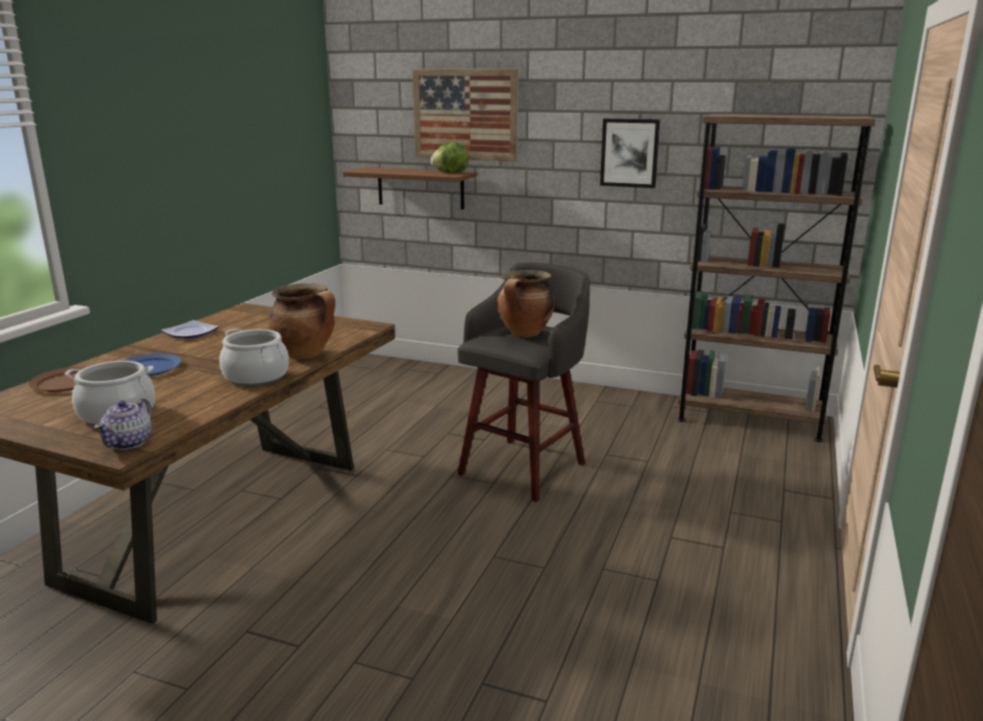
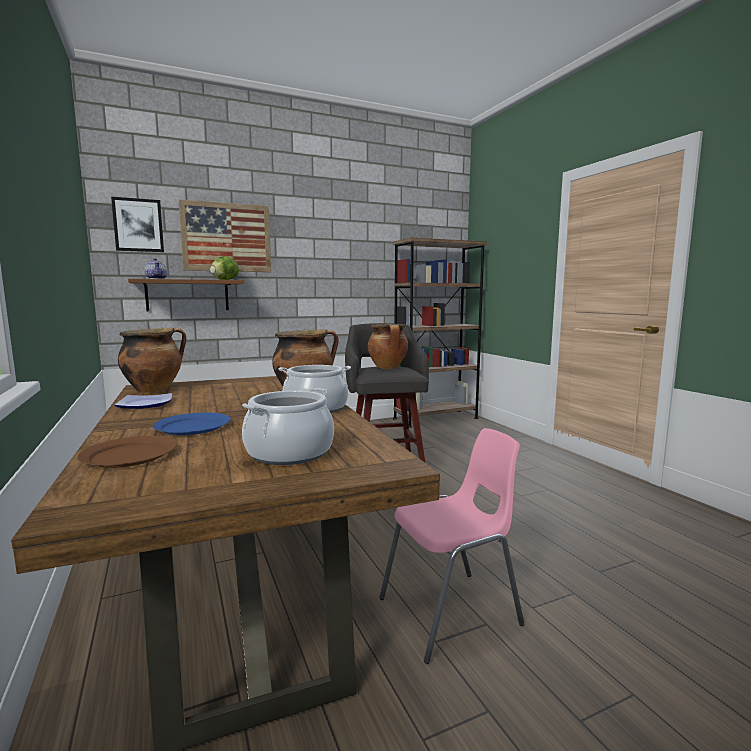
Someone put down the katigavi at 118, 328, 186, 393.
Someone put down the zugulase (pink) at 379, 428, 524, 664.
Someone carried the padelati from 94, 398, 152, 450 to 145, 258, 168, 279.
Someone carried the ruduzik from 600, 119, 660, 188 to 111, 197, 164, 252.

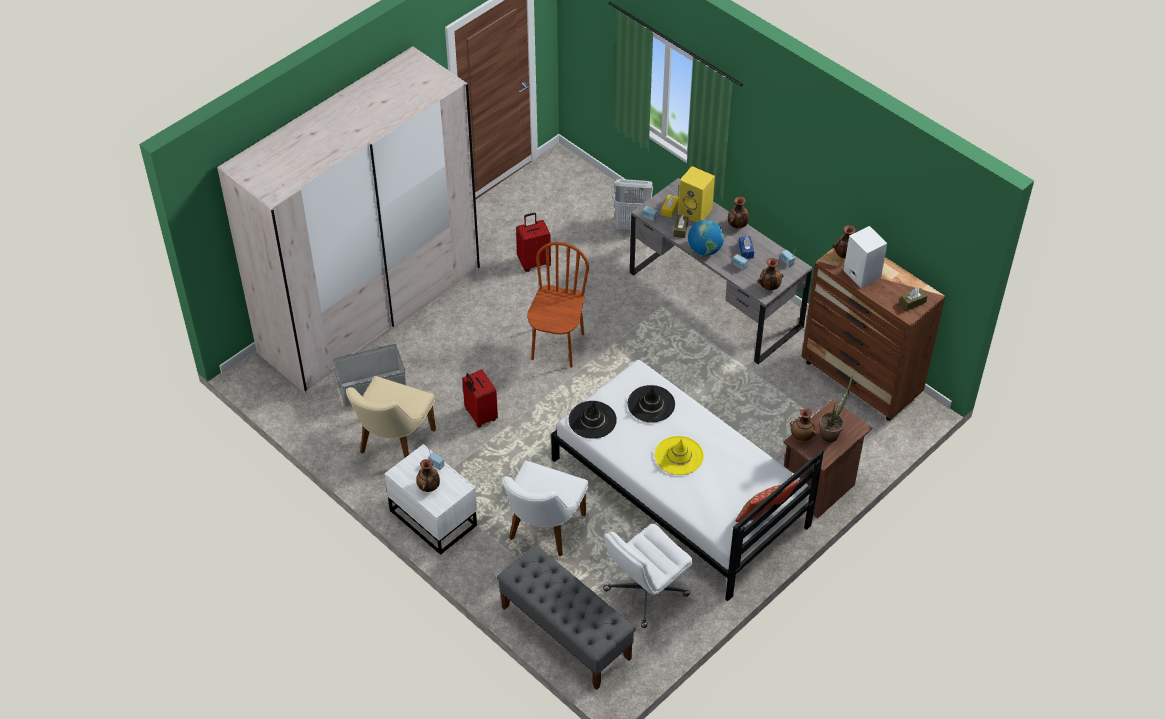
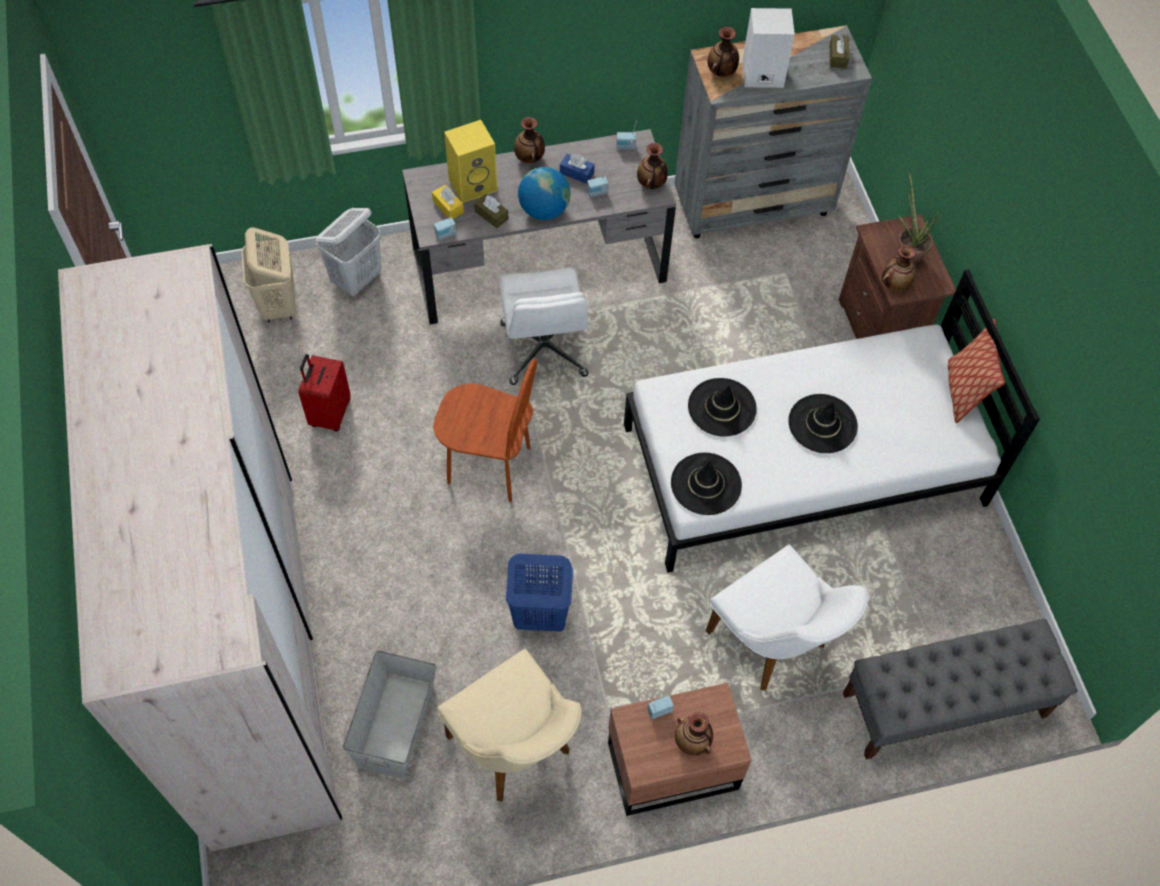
Someone put down the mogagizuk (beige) at 242, 228, 296, 323.
Someone carried the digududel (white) from 603, 524, 693, 628 to 500, 267, 589, 385.
Someone swapped the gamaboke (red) at 462, 370, 498, 427 for the mogagizuk (blue) at 506, 553, 573, 631.
Someone repainted the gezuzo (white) at 385, 444, 477, 555, which became the gezuzo (brown) at 608, 683, 752, 816.
Someone repainted the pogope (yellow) at 655, 436, 704, 475, which became the pogope (black) at 788, 394, 858, 453.
Someone repainted the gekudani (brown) at 801, 248, 945, 421, which became the gekudani (grey) at 674, 25, 872, 238.
Someone rotated the zugulase (brown) at 527, 242, 589, 367 by 150 degrees clockwise.

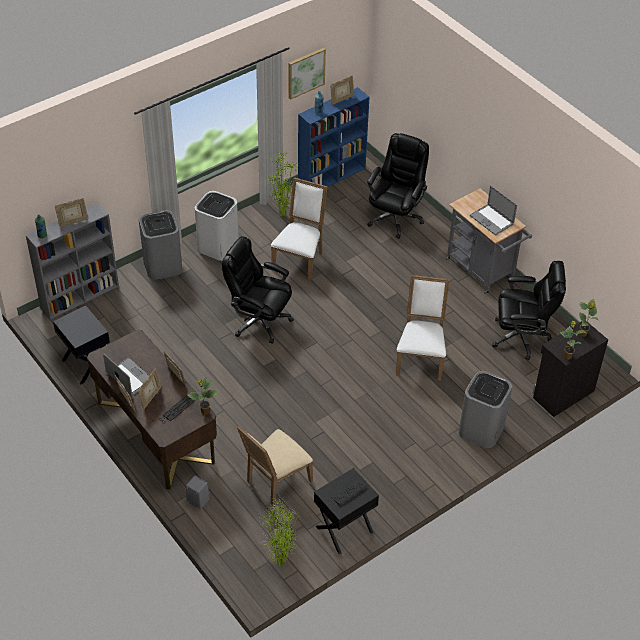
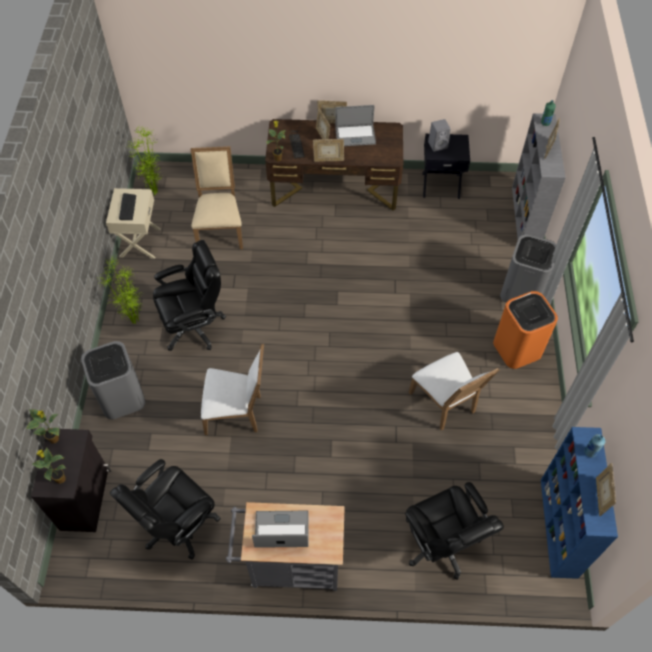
Someone took away the ruduzik at 289, 48, 326, 100.
Someone carried the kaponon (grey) from 186, 476, 210, 509 to 428, 119, 450, 152.
Someone carried the digududel (black) from 222, 236, 294, 344 to 153, 240, 226, 351.
Someone carried the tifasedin from 267, 150, 297, 216 to 98, 256, 144, 324.
Someone repainted the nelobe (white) at 195, 191, 239, 261, which became the nelobe (orange) at 493, 291, 558, 369.
Someone repainted the gezuzo (black) at 314, 468, 379, 554, which became the gezuzo (beige) at 106, 188, 161, 259.
Someone rotated the zugulase (white) at 396, 275, 450, 381 by 45 degrees counterclockwise.

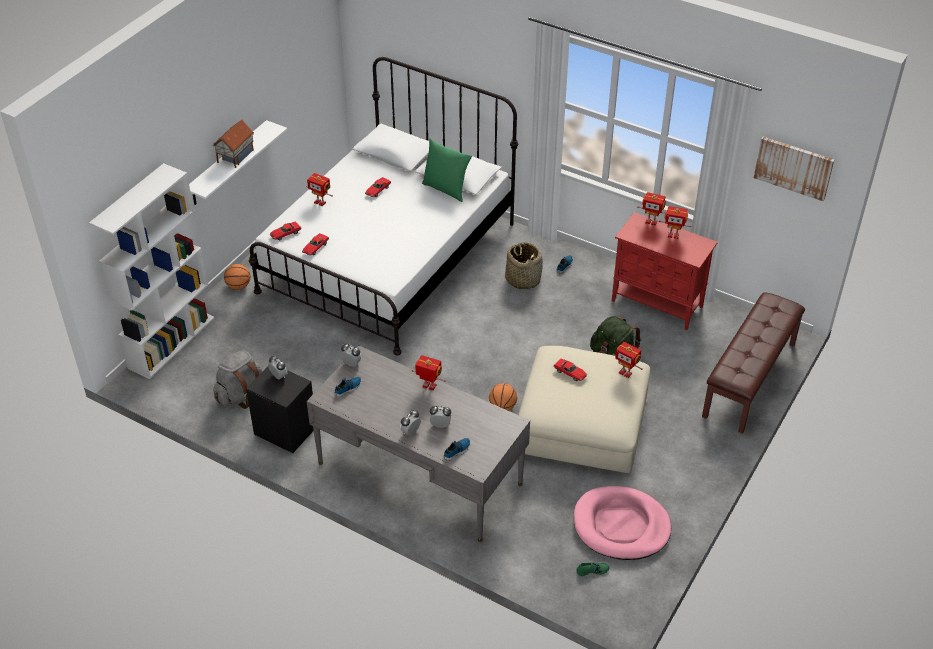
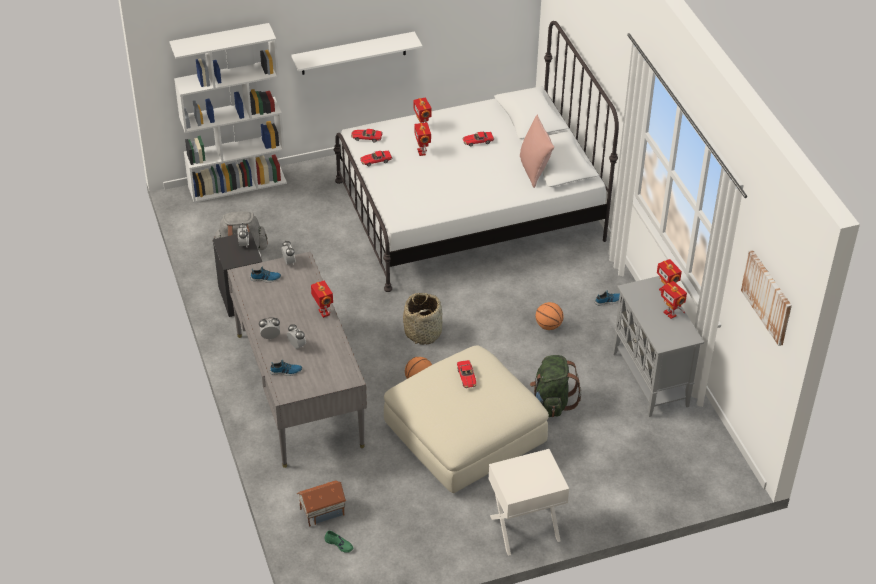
Someone took away the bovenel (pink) at 574, 486, 671, 560.
Someone took away the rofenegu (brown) at 702, 292, 805, 434.
Someone put down the gezuzo (white) at 488, 449, 569, 556.
Someone carried the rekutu from 213, 120, 254, 168 to 297, 480, 346, 527.
Someone carried the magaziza from 224, 264, 250, 290 to 535, 302, 564, 330.
Someone carried the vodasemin from 505, 242, 543, 289 to 403, 293, 442, 345.
Someone carried the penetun from 612, 342, 643, 378 to 414, 122, 431, 156.
Someone repainted the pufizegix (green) at 422, 139, 472, 202, which became the pufizegix (pink) at 520, 114, 554, 188.
Someone repainted the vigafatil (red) at 612, 212, 718, 330, which became the vigafatil (grey) at 613, 276, 704, 417.

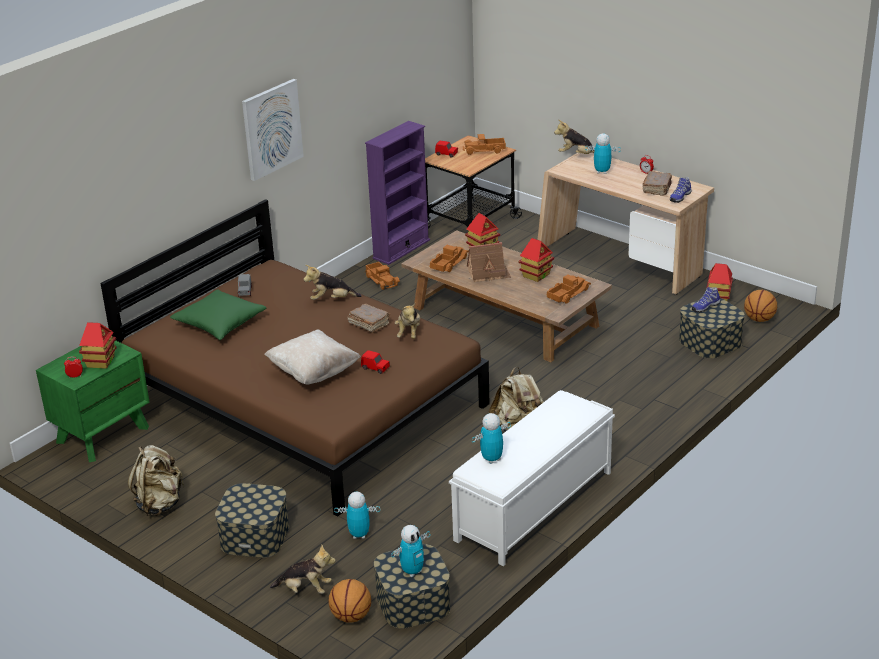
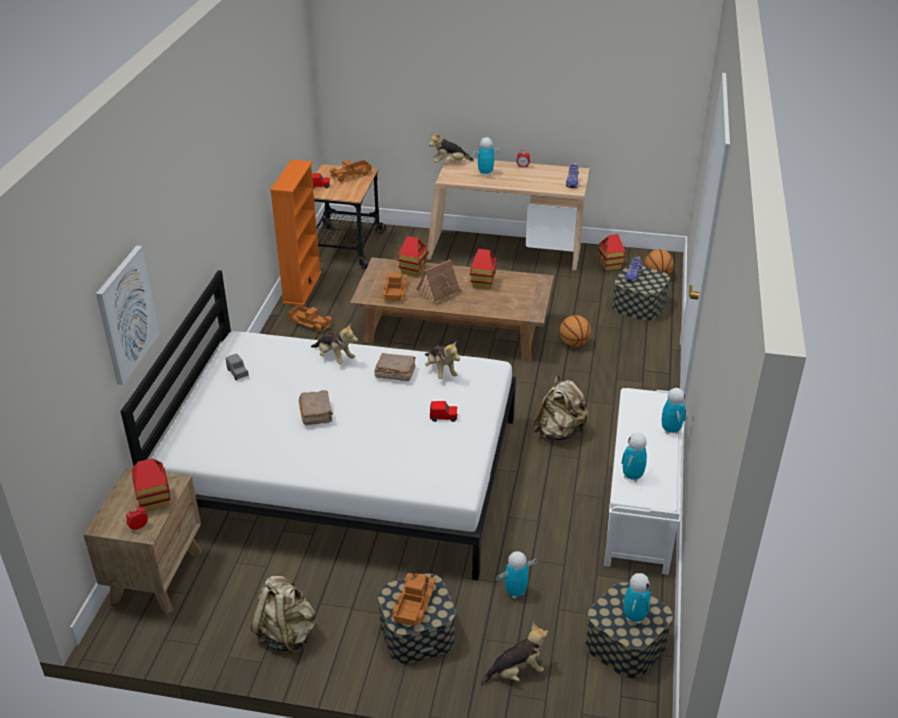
Someone took away the pufizegix (green) at 170, 289, 267, 340.
Someone took away the pufizegix (beige) at 264, 330, 361, 384.
Someone put down the penetun at 662, 388, 686, 434.
Someone carried the ruduzik from 242, 79, 304, 181 to 96, 245, 160, 385.
Someone carried the magaziza from 328, 579, 371, 623 to 559, 315, 591, 347.
Someone carried the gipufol from 547, 274, 591, 304 to 392, 573, 436, 626.
Someone carried the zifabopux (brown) from 642, 171, 672, 195 to 299, 390, 333, 425.
Someone repainted the gezuzo (green) at 36, 340, 149, 462, which became the gezuzo (brown) at 83, 466, 202, 614.
Someone repainted the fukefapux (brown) at 101, 199, 489, 517, which became the fukefapux (white) at 121, 270, 516, 580.
Someone repainted the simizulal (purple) at 365, 121, 430, 265, which became the simizulal (orange) at 270, 160, 322, 306.
Someone rotated the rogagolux at 303, 265, 361, 300 by 105 degrees counterclockwise.

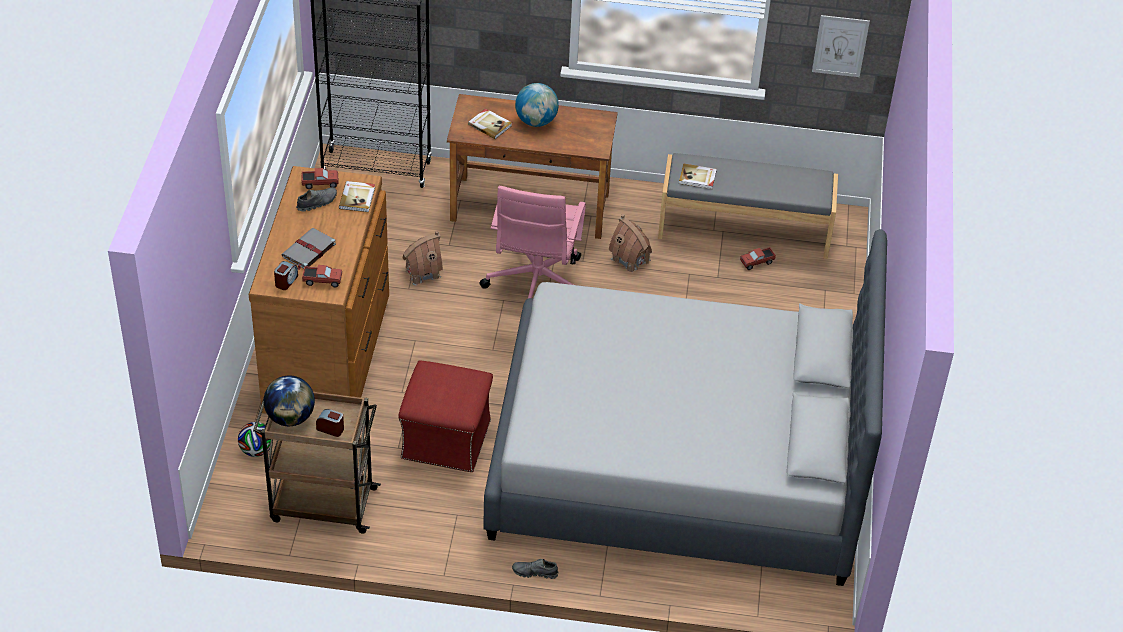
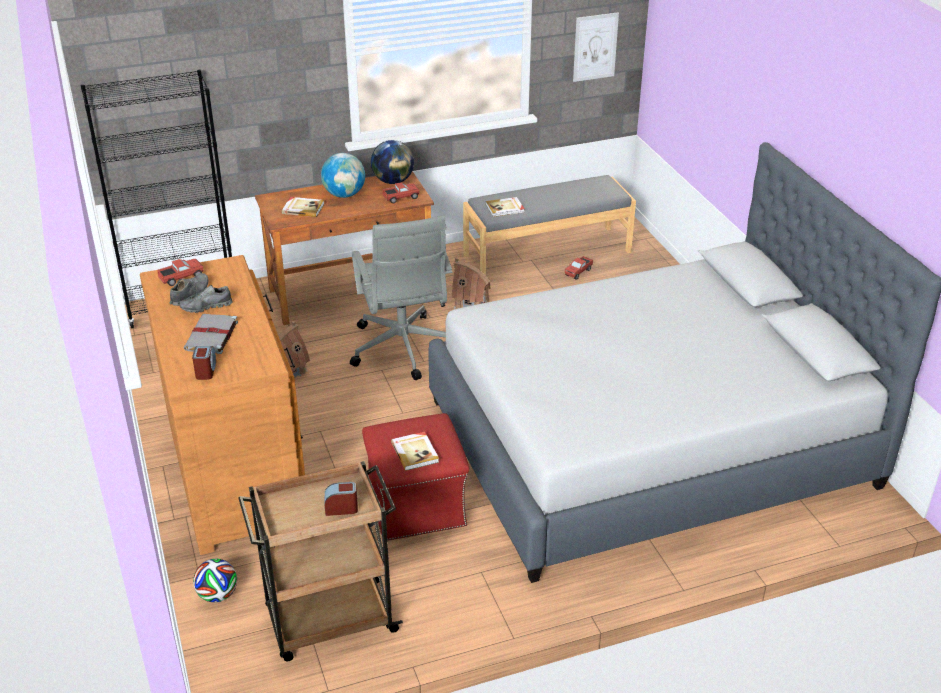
Someone carried the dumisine from 264, 375, 315, 426 to 371, 140, 414, 184.
Someone carried the gipufol from 302, 265, 342, 288 to 383, 182, 419, 203.
Someone carried the zifabopux from 339, 181, 375, 212 to 391, 431, 439, 471.
Someone carried the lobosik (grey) from 512, 559, 558, 579 to 179, 285, 233, 313.
Someone repainted the digududel (pink) at 480, 186, 586, 298, which became the digududel (grey) at 350, 216, 452, 380.

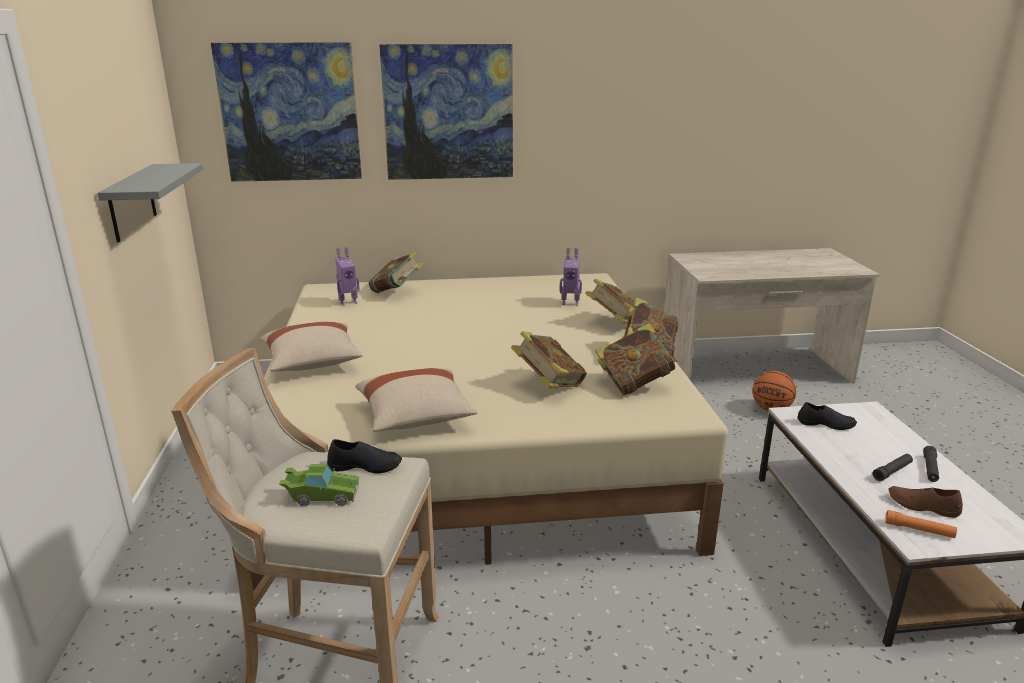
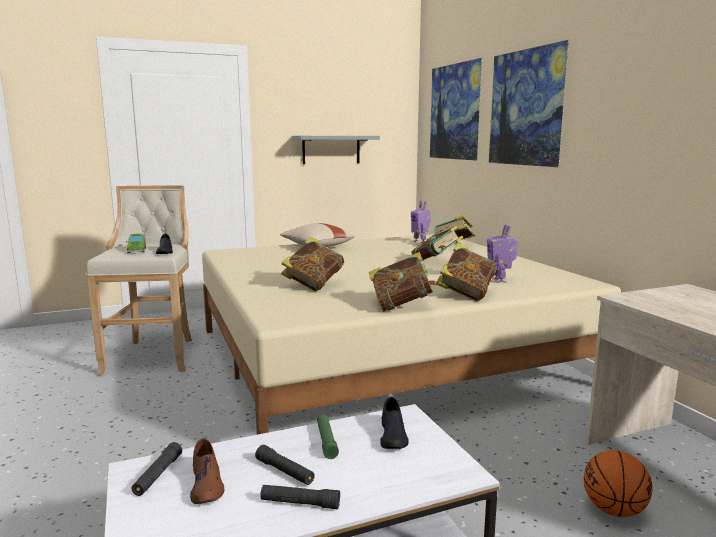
Someone took away the pufizegix (beige) at 355, 368, 477, 432.
Someone put down the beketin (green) at 317, 414, 339, 459.
Someone carried the zifabopux from 595, 323, 678, 396 to 412, 225, 464, 261.
Someone repainted the beketin (orange) at 885, 510, 957, 538, which became the beketin (black) at 131, 442, 182, 496.
Someone rotated the lobosik (brown) at 888, 486, 963, 518 by 150 degrees clockwise.

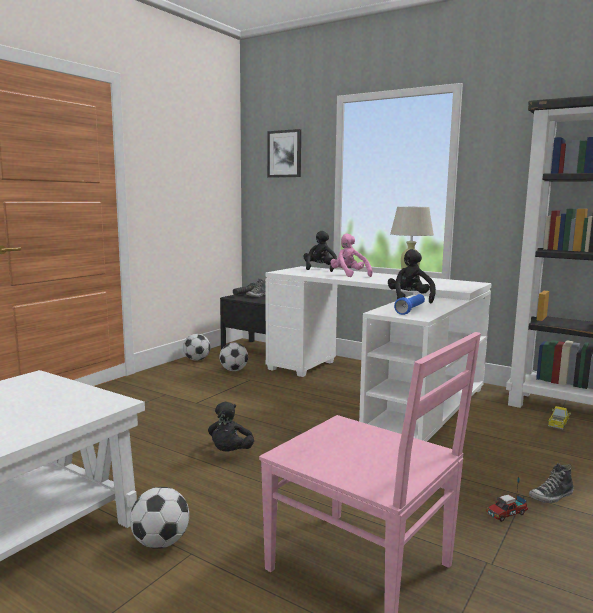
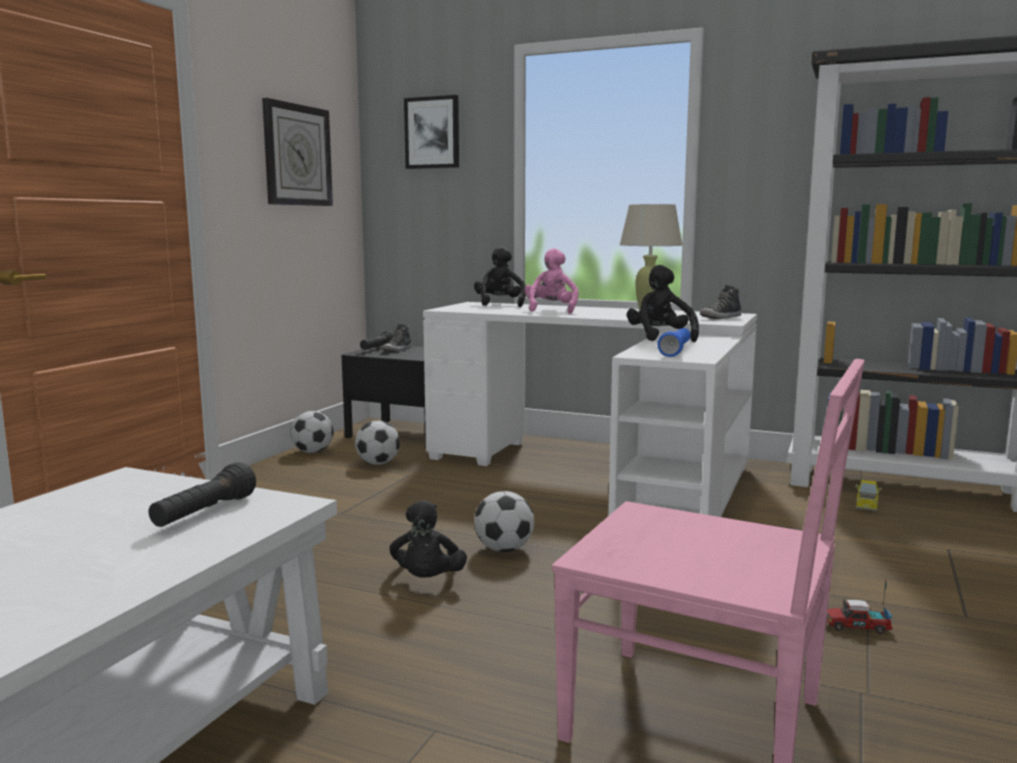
Someone put down the beketin (black) at 149, 462, 256, 527.
Someone put up the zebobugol at 262, 98, 333, 206.
Someone carried the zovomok from 130, 487, 189, 549 to 474, 491, 534, 552.
Someone carried the lobosik from 529, 463, 574, 503 to 700, 284, 742, 319.
Someone rotated the rogagolux (pink) at 330, 234, 373, 277 by 45 degrees clockwise.
Someone rotated the gipufol at 486, 476, 528, 522 by 45 degrees clockwise.

